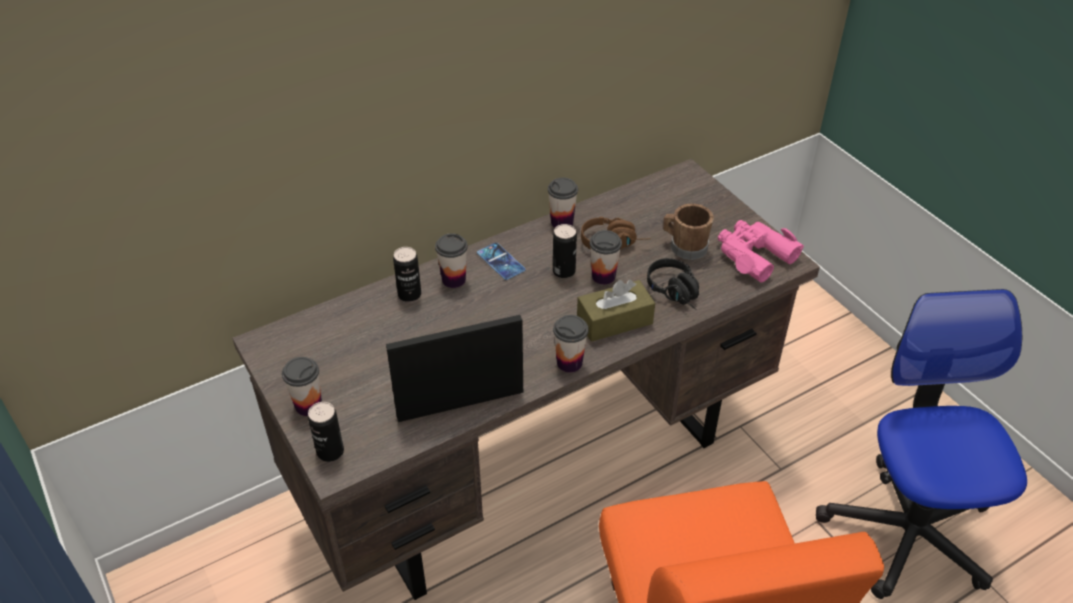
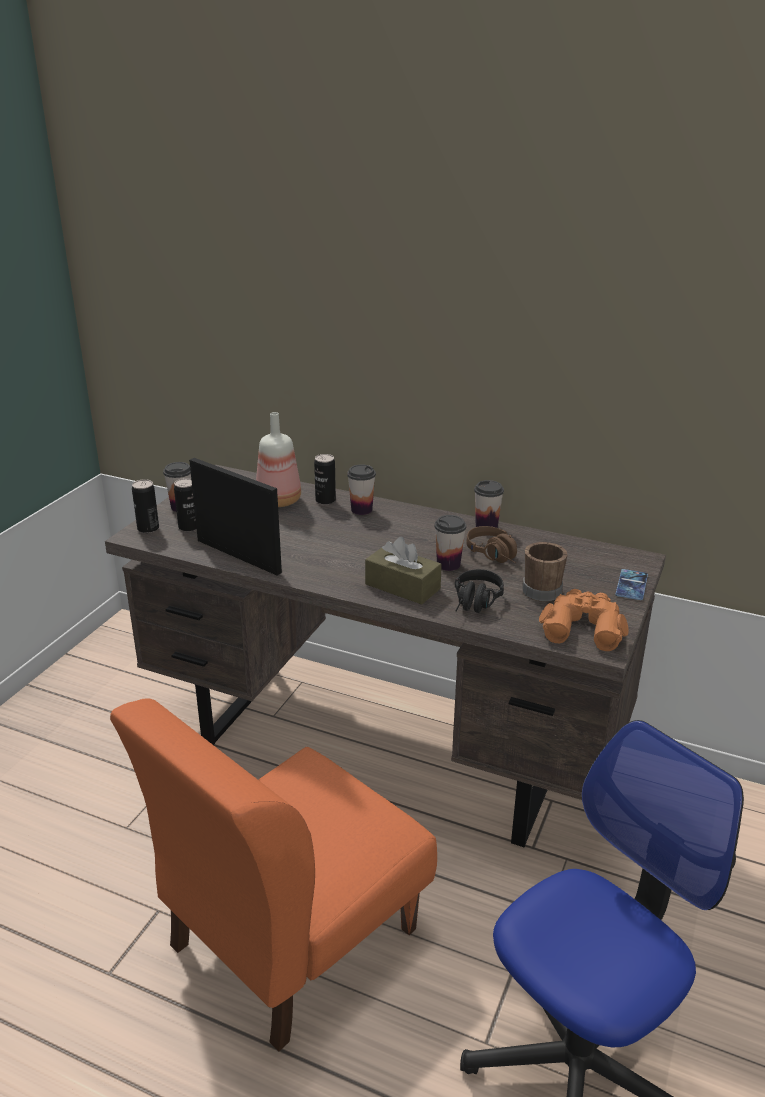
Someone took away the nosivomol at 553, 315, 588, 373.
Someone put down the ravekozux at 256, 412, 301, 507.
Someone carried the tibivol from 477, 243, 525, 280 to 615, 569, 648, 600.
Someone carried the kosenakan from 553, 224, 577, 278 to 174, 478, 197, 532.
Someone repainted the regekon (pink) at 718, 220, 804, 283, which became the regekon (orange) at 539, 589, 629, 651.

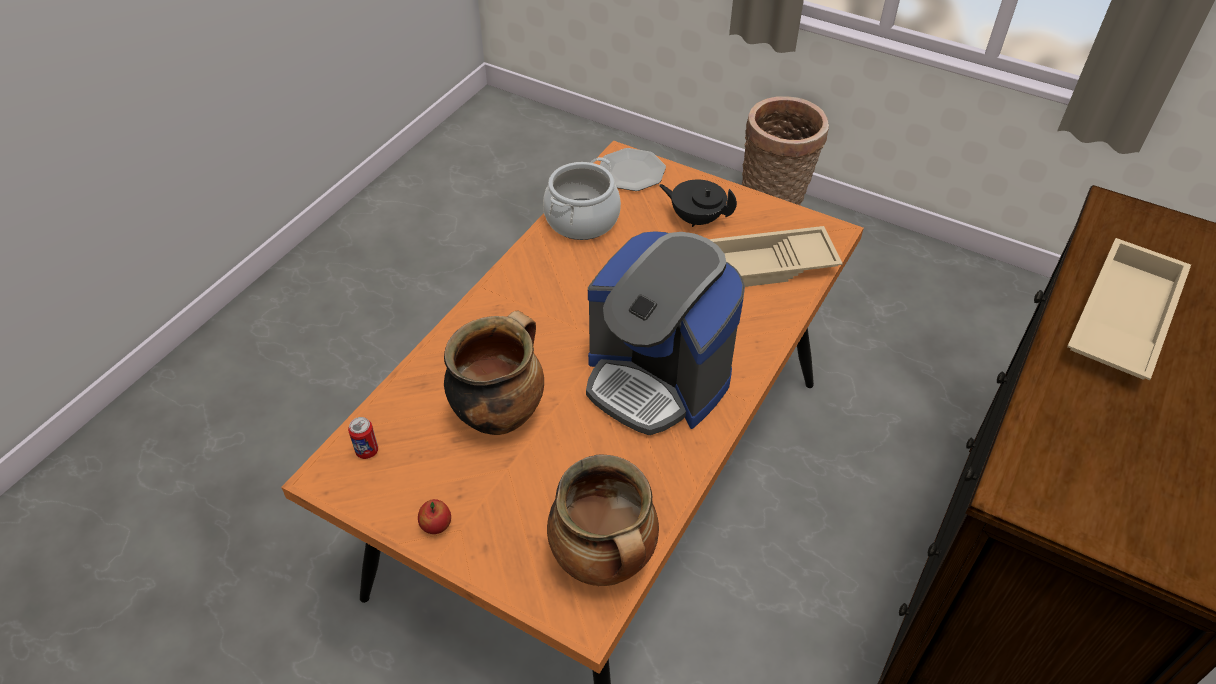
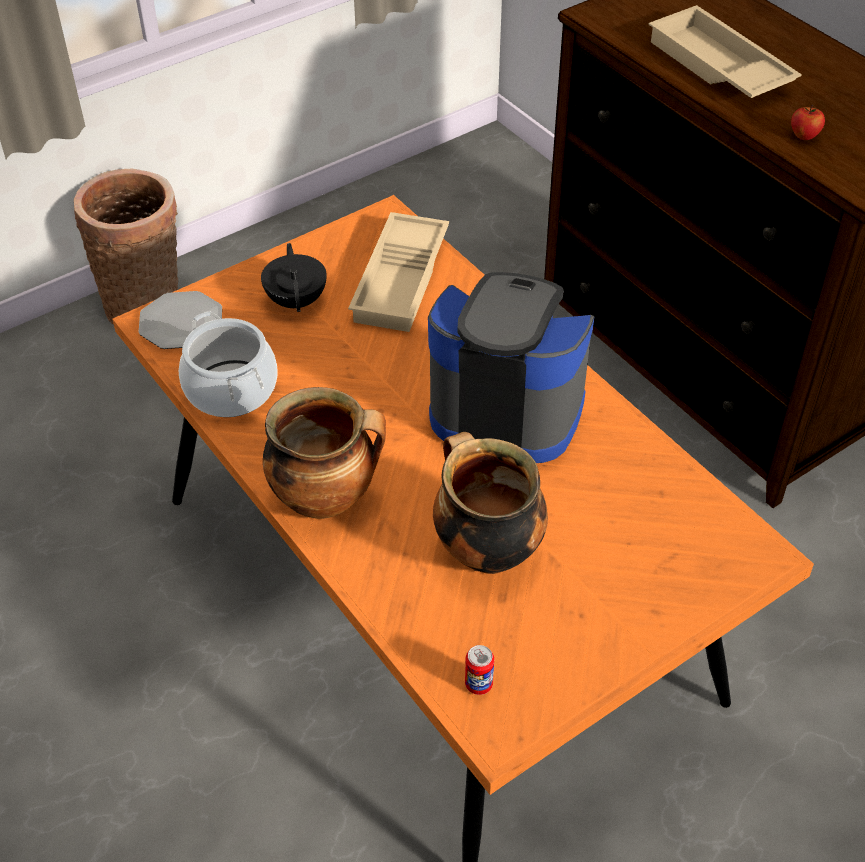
Someone carried the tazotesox from 418, 499, 451, 534 to 791, 105, 825, 140.
Someone carried the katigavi from 547, 454, 659, 586 to 263, 387, 386, 519.
Someone rotated the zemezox at 586, 231, 745, 435 by 135 degrees counterclockwise.
Someone rotated the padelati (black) at 659, 180, 737, 227 by 120 degrees clockwise.

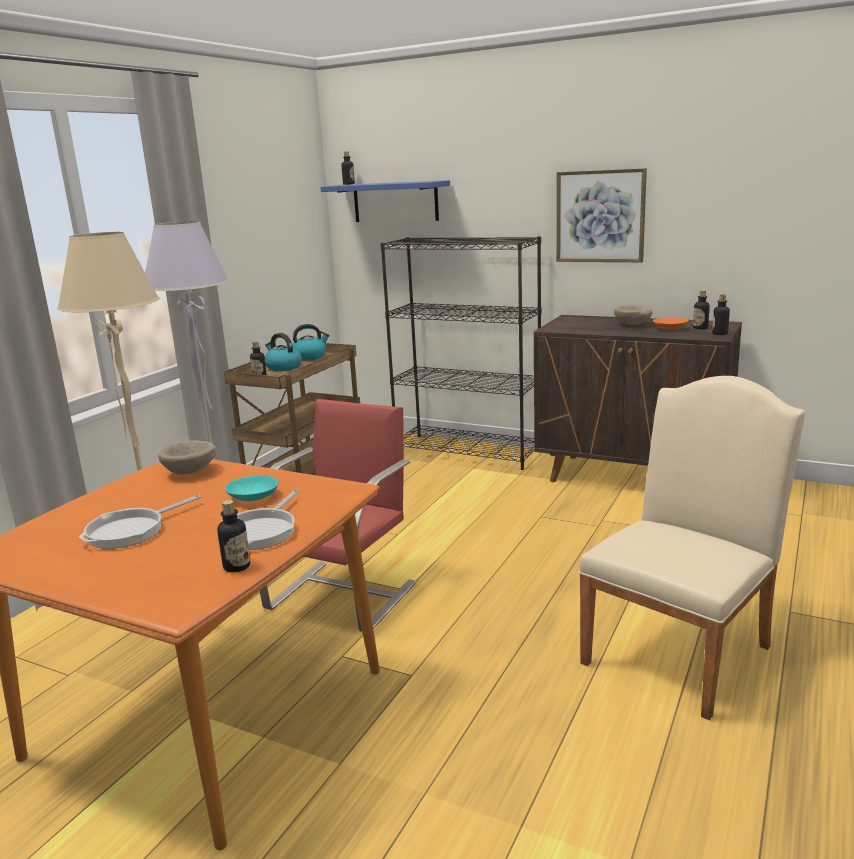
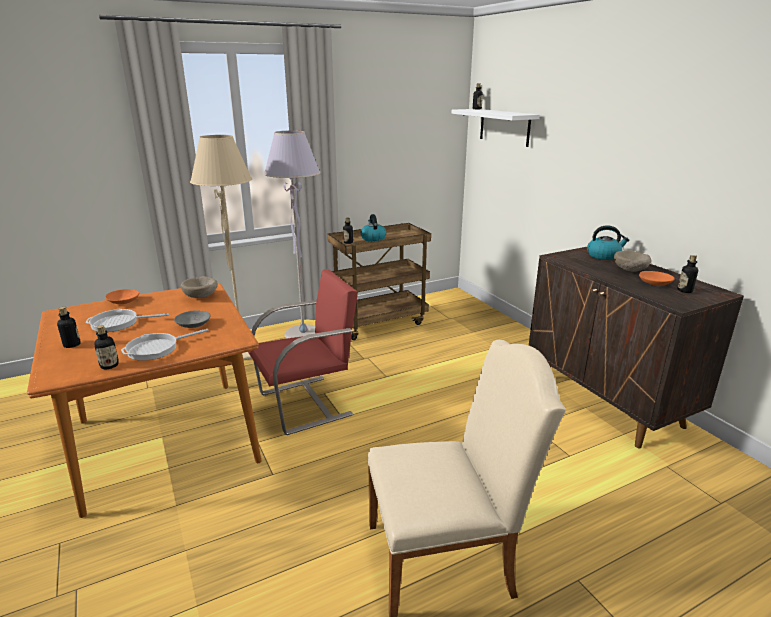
Someone took away the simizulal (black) at 380, 236, 541, 470.
Someone took away the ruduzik at 556, 168, 647, 262.
Someone put down the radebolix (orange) at 105, 289, 139, 304.
Someone carried the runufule from 292, 324, 329, 361 to 587, 226, 629, 260.
Someone carried the ravekozux from 712, 295, 730, 335 to 57, 307, 81, 348.
Someone repainted the radebolix (turquoise) at 225, 475, 279, 501, which became the radebolix (grey) at 174, 310, 210, 328.
Someone repainted the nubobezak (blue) at 320, 180, 450, 222, which became the nubobezak (white) at 451, 109, 540, 147.

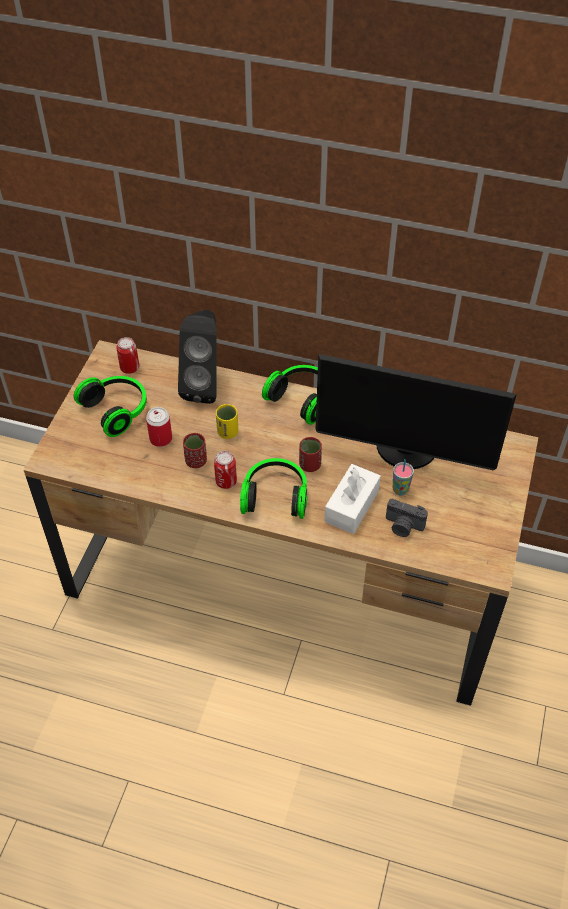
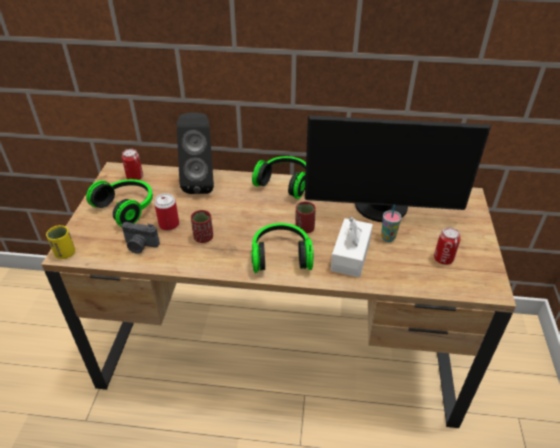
Someone carried the kosenakan from 214, 451, 237, 489 to 434, 227, 461, 265.
Someone carried the nosivomol (yellow) from 216, 404, 238, 439 to 46, 225, 75, 259.
Someone carried the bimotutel from 386, 499, 428, 537 to 122, 222, 160, 254.

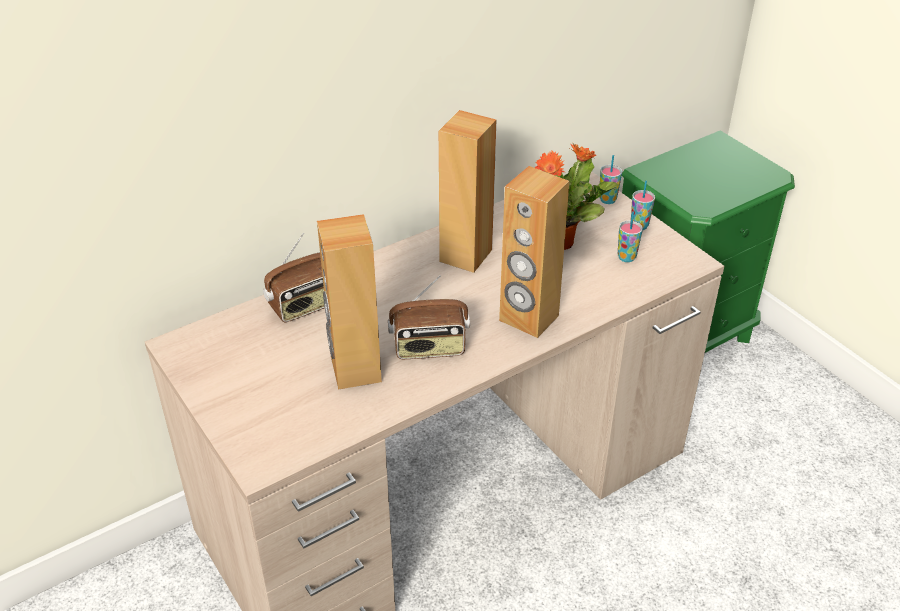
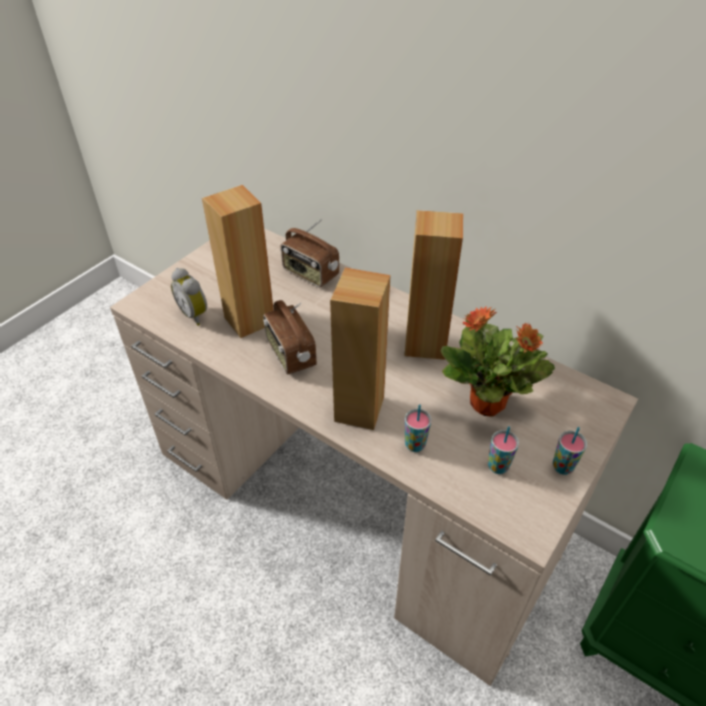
Someone put down the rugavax at 171, 268, 207, 326.
Someone carried the nosivomol from 599, 155, 622, 204 to 405, 404, 431, 452.

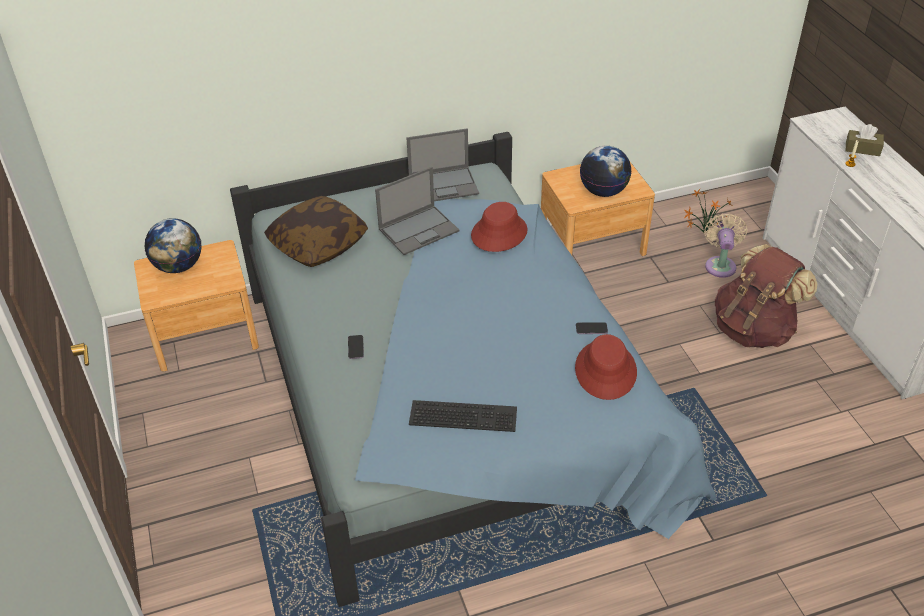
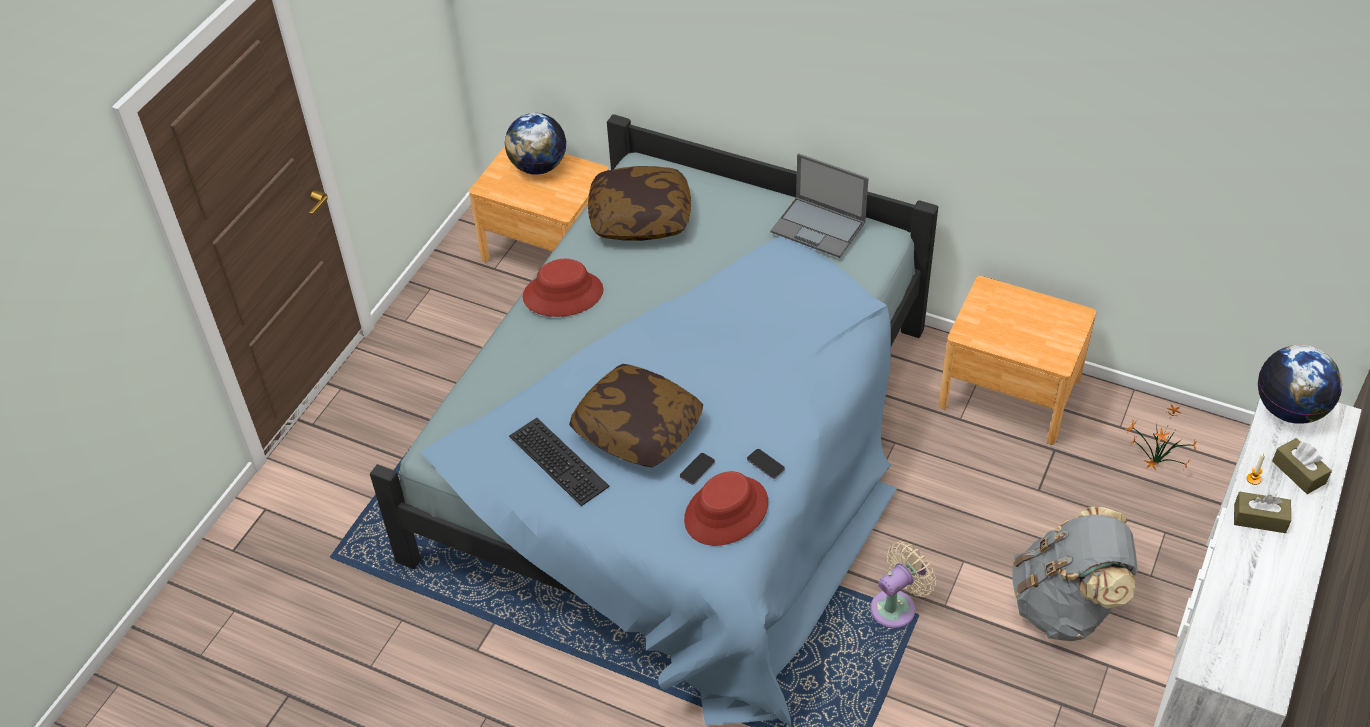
Someone took away the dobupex at 375, 167, 459, 255.
Someone put down the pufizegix at 569, 364, 703, 467.
Someone put down the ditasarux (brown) at 1234, 492, 1291, 533.
Someone carried the tibivol from 348, 335, 364, 359 to 680, 453, 715, 485.
Someone carried the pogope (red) from 471, 202, 527, 252 to 523, 259, 604, 317.
Someone carried the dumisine from 580, 145, 631, 197 to 1258, 345, 1342, 424.
Someone carried the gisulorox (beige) from 704, 213, 748, 278 to 870, 542, 936, 628.
Someone repainted the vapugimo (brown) at 715, 244, 817, 348, which became the vapugimo (grey) at 1012, 506, 1138, 641.

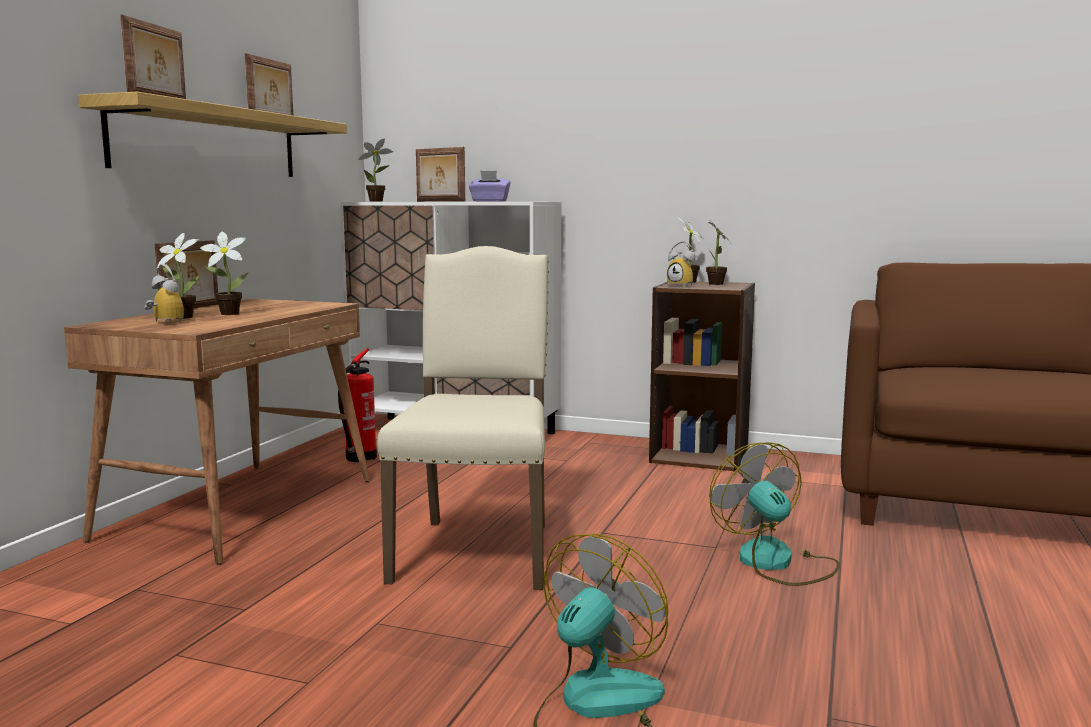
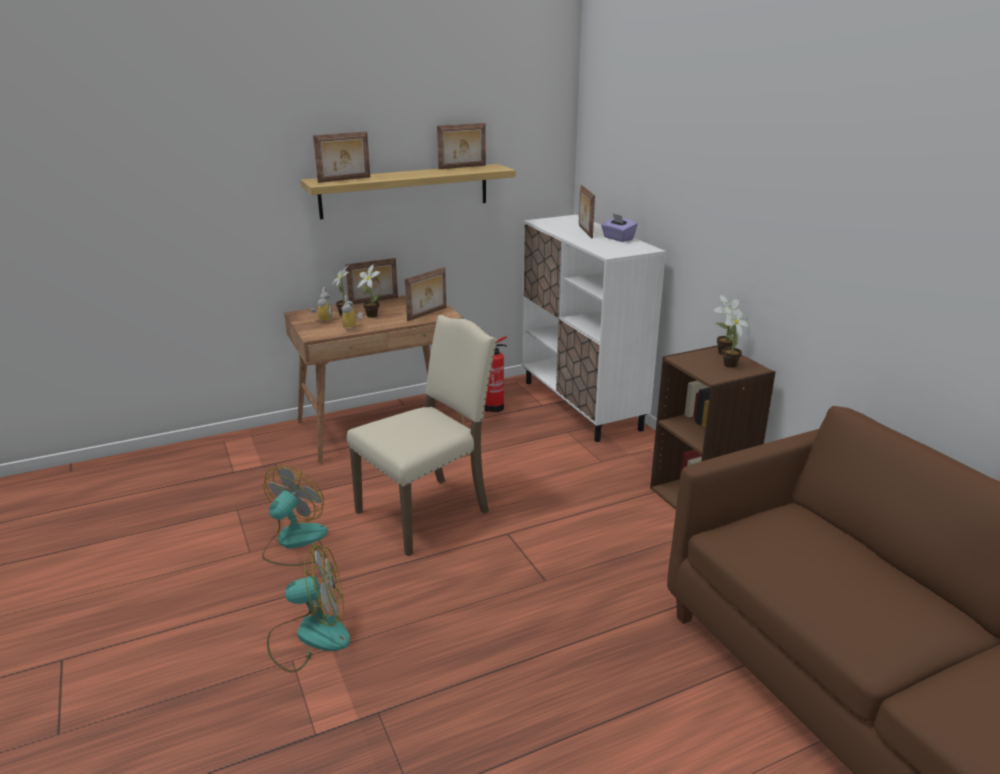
Someone took away the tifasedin at 358, 139, 393, 202.
Someone put down the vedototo at 405, 267, 446, 321.
Someone carried the rugavax from 667, 241, 696, 286 to 341, 295, 363, 330.
Someone carried the gisulorox from 709, 442, 840, 586 to 262, 465, 328, 566.

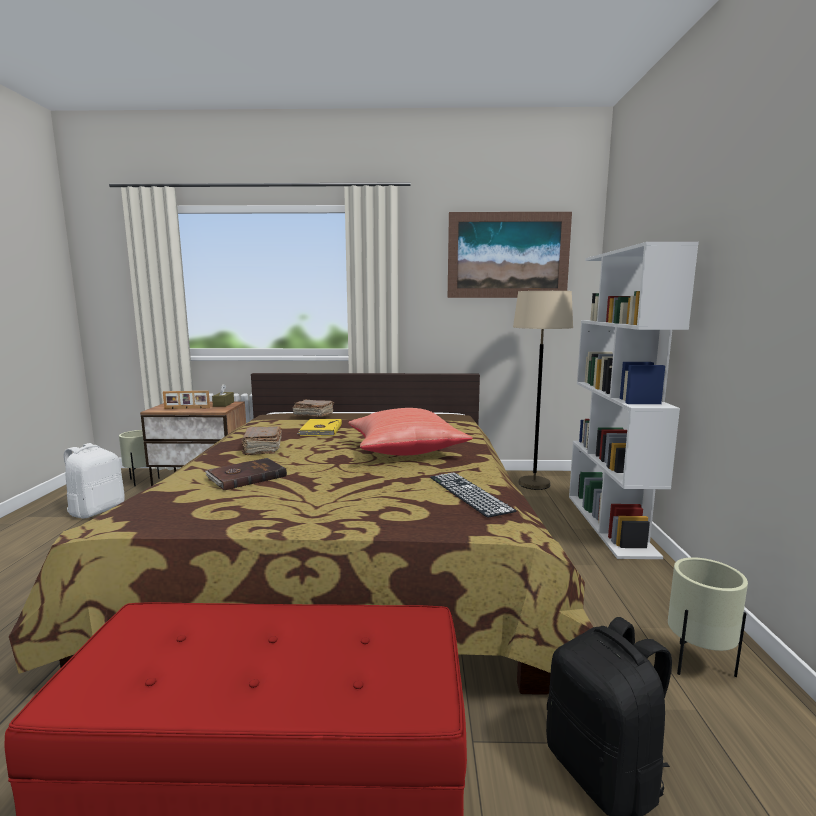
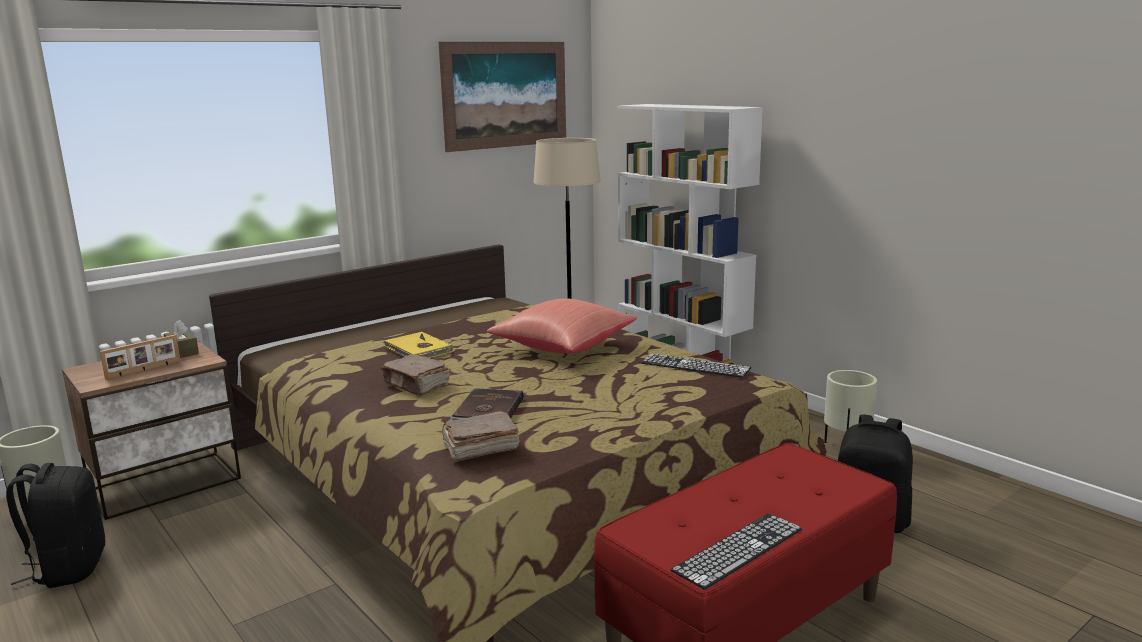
Someone put down the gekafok at 670, 514, 802, 590.
Someone carried the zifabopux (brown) from 293, 399, 334, 417 to 441, 411, 519, 462.
Someone repainted the vapugimo (white) at 64, 443, 125, 519, which became the vapugimo (black) at 6, 463, 105, 588.

